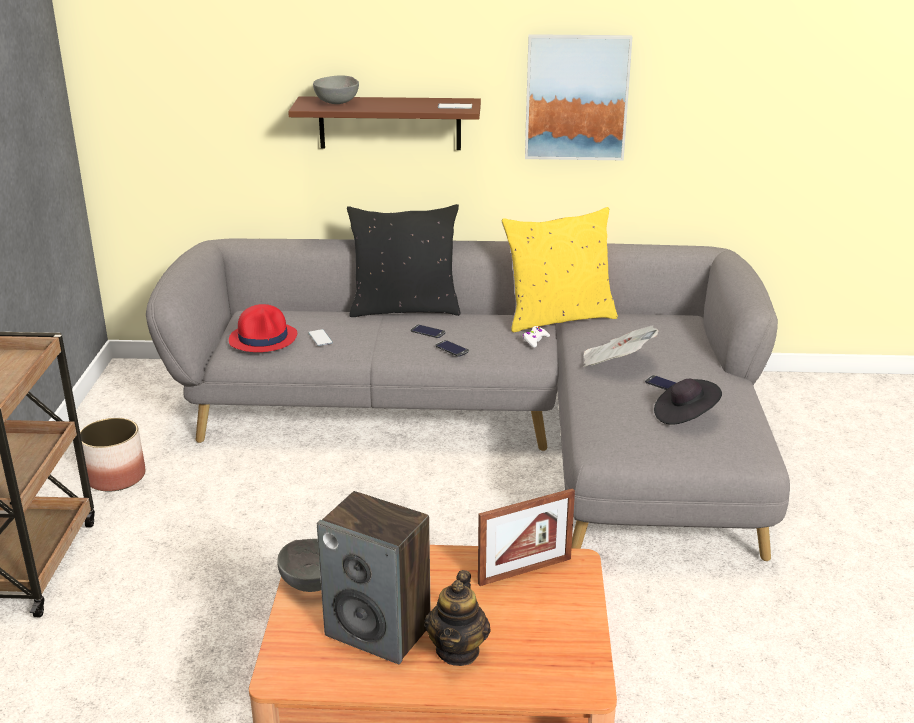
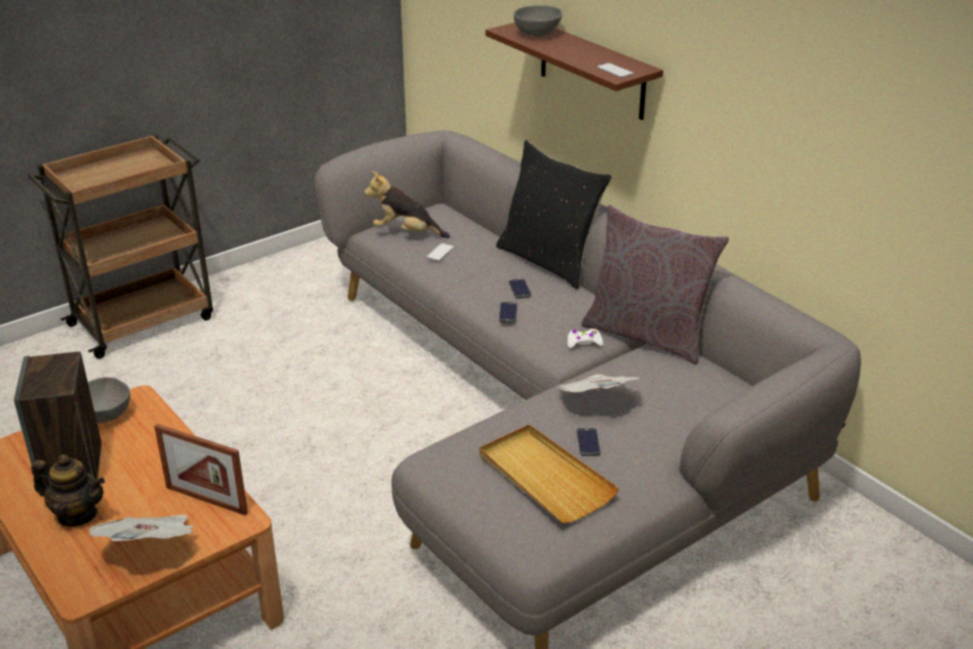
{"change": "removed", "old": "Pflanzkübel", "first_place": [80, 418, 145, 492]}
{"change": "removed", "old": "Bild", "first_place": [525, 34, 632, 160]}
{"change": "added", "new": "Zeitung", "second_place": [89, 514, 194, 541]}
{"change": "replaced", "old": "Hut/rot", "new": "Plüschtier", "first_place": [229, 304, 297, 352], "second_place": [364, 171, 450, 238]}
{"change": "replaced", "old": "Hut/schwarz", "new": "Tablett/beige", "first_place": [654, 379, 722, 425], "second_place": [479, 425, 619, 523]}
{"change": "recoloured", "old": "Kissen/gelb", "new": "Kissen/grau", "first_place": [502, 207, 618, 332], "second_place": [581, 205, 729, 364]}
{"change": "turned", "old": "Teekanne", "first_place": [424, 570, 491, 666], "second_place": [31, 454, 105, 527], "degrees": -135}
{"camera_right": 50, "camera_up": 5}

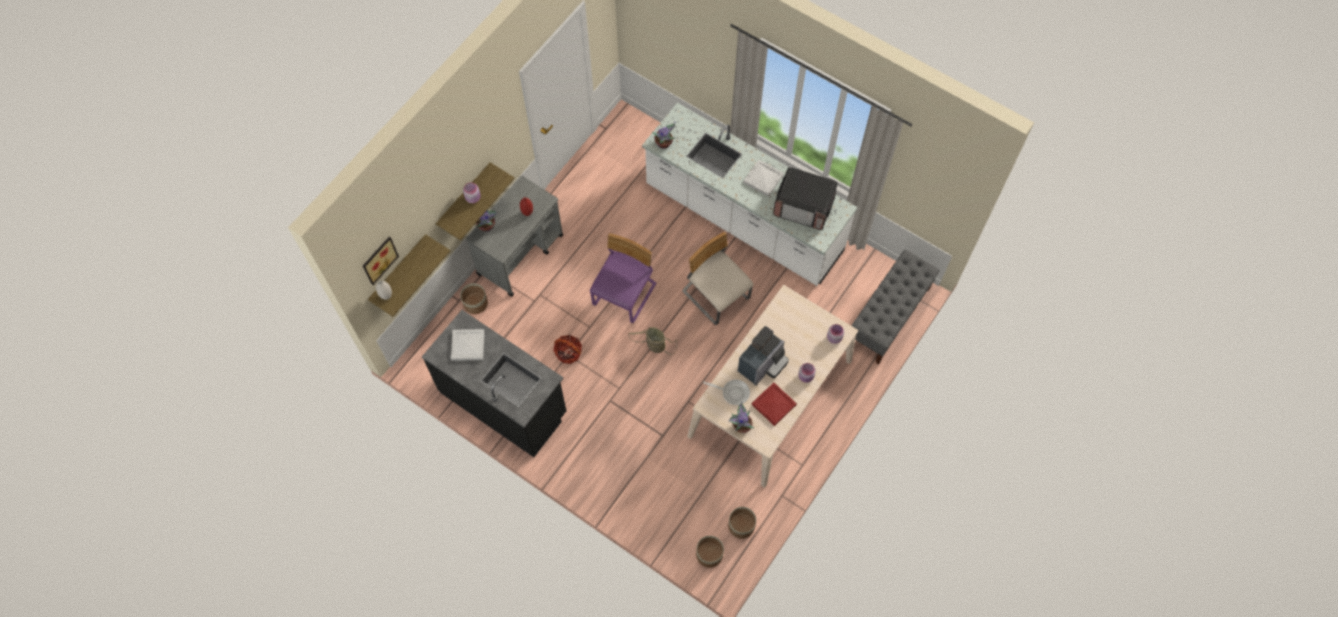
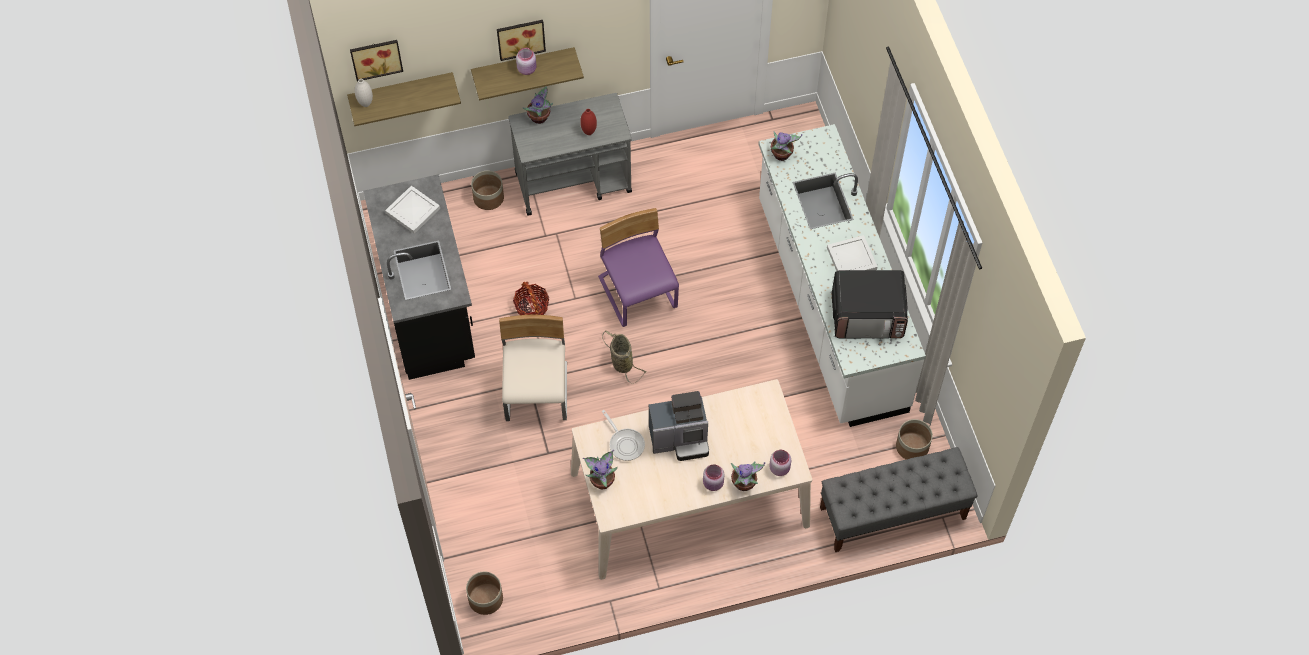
{"change": "removed", "old": "Tablett/rot", "first_place": [751, 383, 797, 426]}
{"change": "added", "new": "Bild", "second_place": [497, 20, 546, 61]}
{"change": "added", "new": "Topfpflanze", "second_place": [731, 461, 765, 491]}
{"change": "moved", "old": "Stuhl/beige", "first_place": [682, 232, 753, 325], "second_place": [499, 315, 567, 421]}
{"change": "moved", "old": "Pflanzkübel", "first_place": [728, 507, 756, 539], "second_place": [896, 419, 933, 460]}
{"change": "turned", "old": "Stuhl/lila", "first_place": [590, 233, 656, 323], "second_place": [598, 208, 679, 327], "degrees": -90}
{"change": "turned", "old": "Mikrowelle", "first_place": [773, 167, 838, 230], "second_place": [832, 270, 908, 338], "degrees": -60}
{"camera_right": 40, "camera_up": -5}

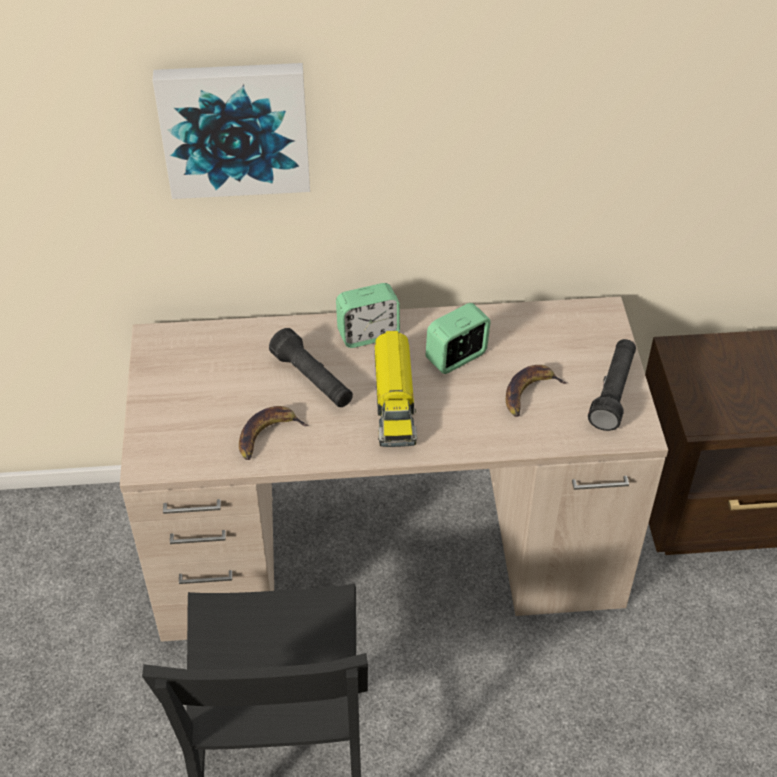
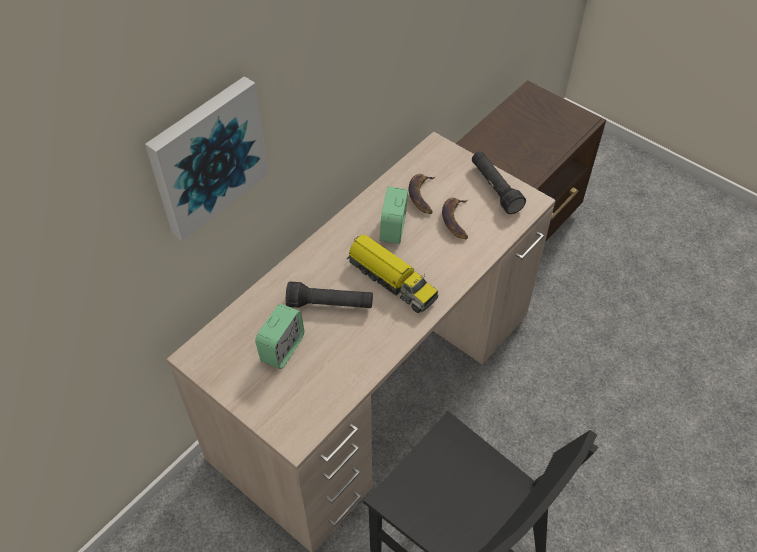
{"change": "moved", "old": "Banane", "first_place": [239, 406, 309, 460], "second_place": [409, 174, 435, 214]}
{"change": "moved", "old": "Wecker", "first_place": [336, 283, 400, 348], "second_place": [255, 304, 304, 369]}
{"camera_right": -45, "camera_up": 5}

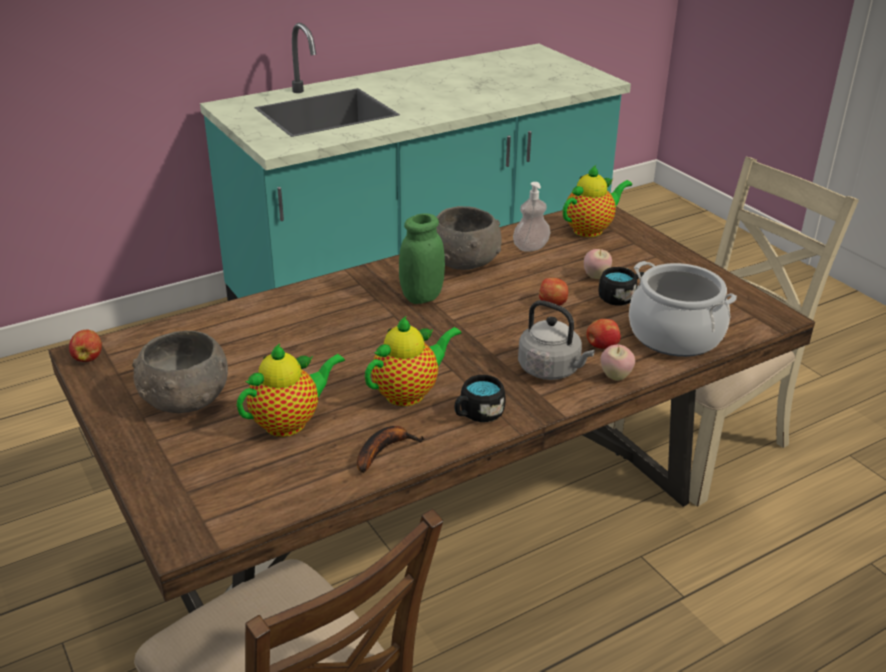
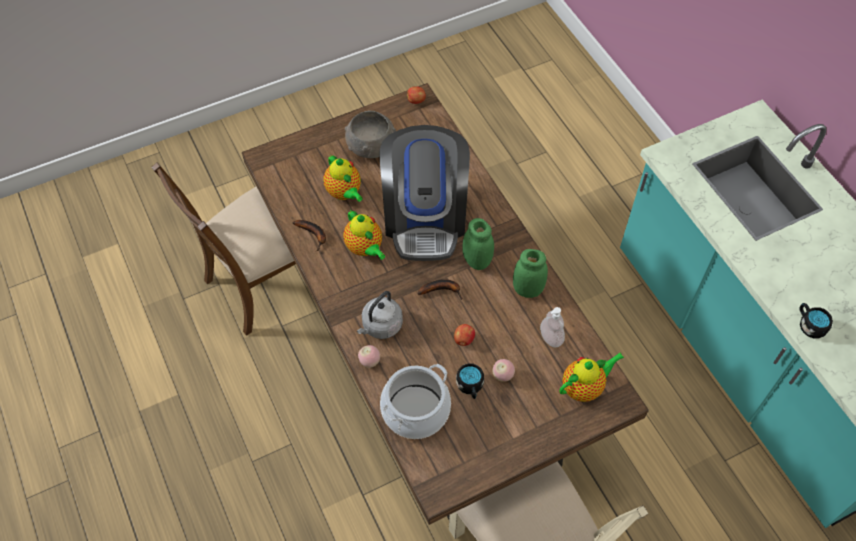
{"change": "removed", "old": "Apfel", "first_place": [586, 319, 621, 349]}
{"change": "added", "new": "Kaffeemaschine", "second_place": [379, 125, 470, 261]}
{"change": "added", "new": "Banane", "second_place": [418, 279, 462, 300]}
{"change": "moved", "old": "Henkelbecher/schwarz", "first_place": [455, 375, 505, 422], "second_place": [800, 303, 833, 338]}
{"change": "replaced", "old": "Schüssel/grau", "new": "Vorratsglas/grün", "first_place": [436, 206, 502, 270], "second_place": [513, 249, 548, 298]}
{"change": "turned", "old": "Teekanne", "first_place": [563, 165, 632, 237], "second_place": [559, 352, 624, 402], "degrees": -90}
{"camera_right": 95, "camera_up": 25}

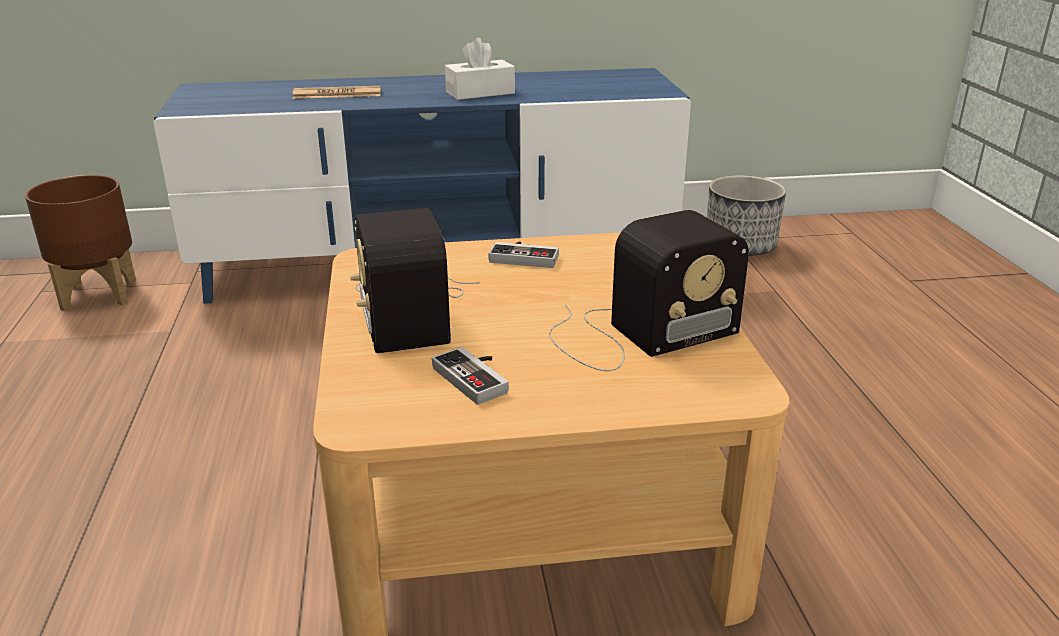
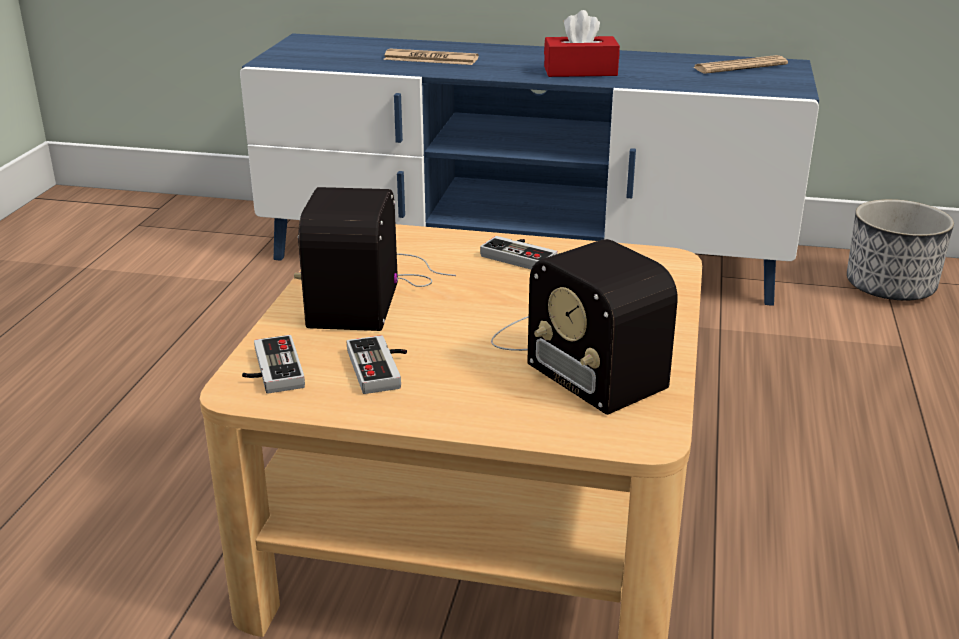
{"change": "removed", "old": "Pflanzkübel/braun", "first_place": [25, 175, 136, 311]}
{"change": "added", "new": "Gamepad", "second_place": [242, 335, 305, 394]}
{"change": "added", "new": "Zeitung", "second_place": [693, 55, 788, 74]}
{"change": "recoloured", "old": "Taschentuchbox/weiß", "new": "Taschentuchbox/rot", "first_place": [445, 38, 515, 100], "second_place": [544, 10, 620, 77]}
{"change": "turned", "old": "Radio", "first_place": [549, 210, 749, 371], "second_place": [491, 239, 678, 415], "degrees": 60}
{"camera_right": 20, "camera_up": 0}

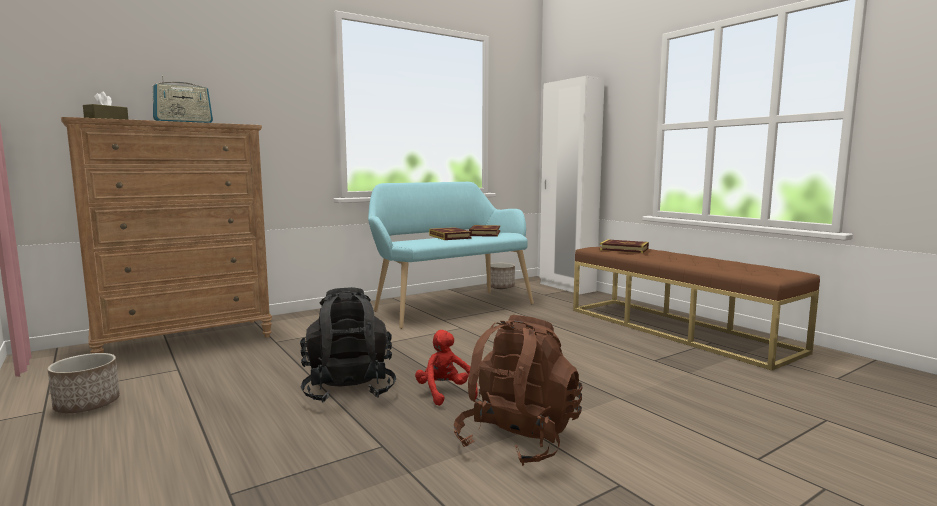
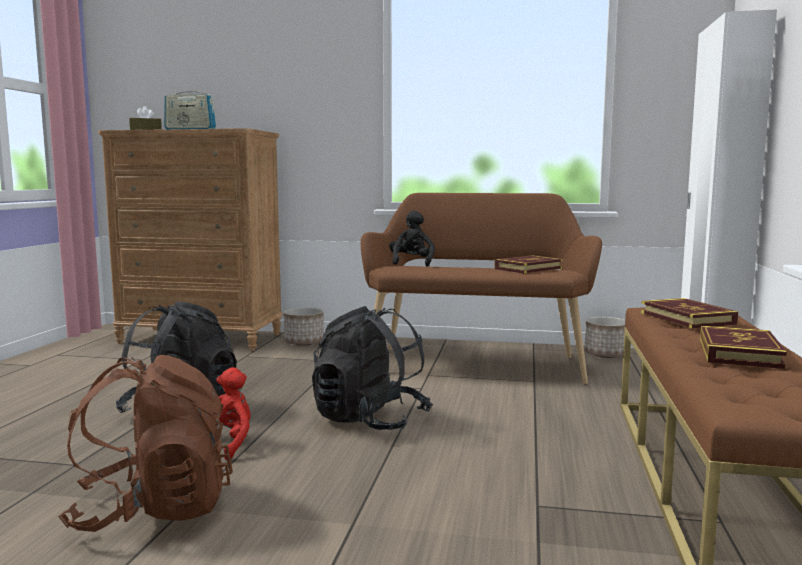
{"change": "added", "new": "Rucksack/schwarz", "second_place": [312, 306, 433, 430]}
{"change": "added", "new": "Plüschtier/schwarz", "second_place": [389, 210, 435, 267]}
{"change": "moved", "old": "Pflanzkübel", "first_place": [48, 353, 120, 413], "second_place": [284, 307, 324, 346]}
{"change": "moved", "old": "Buch", "first_place": [429, 227, 472, 240], "second_place": [700, 326, 787, 369]}
{"change": "recoloured", "old": "Bank/türkis", "new": "Bank/braun", "first_place": [368, 182, 534, 329], "second_place": [361, 193, 602, 385]}
{"camera_right": 45, "camera_up": 0}

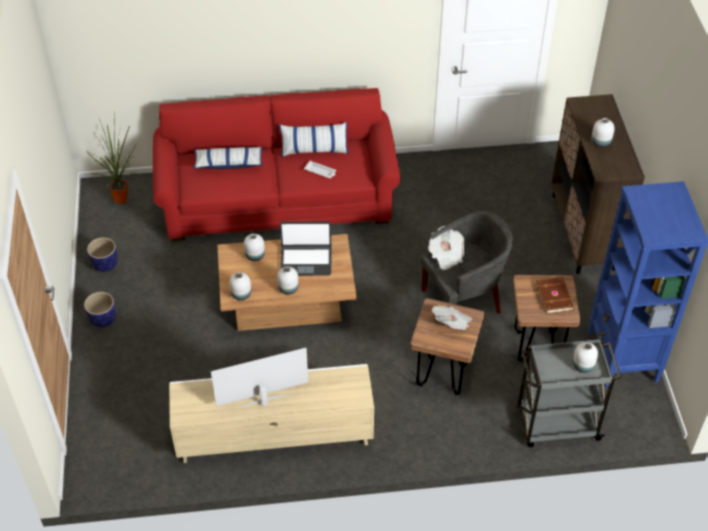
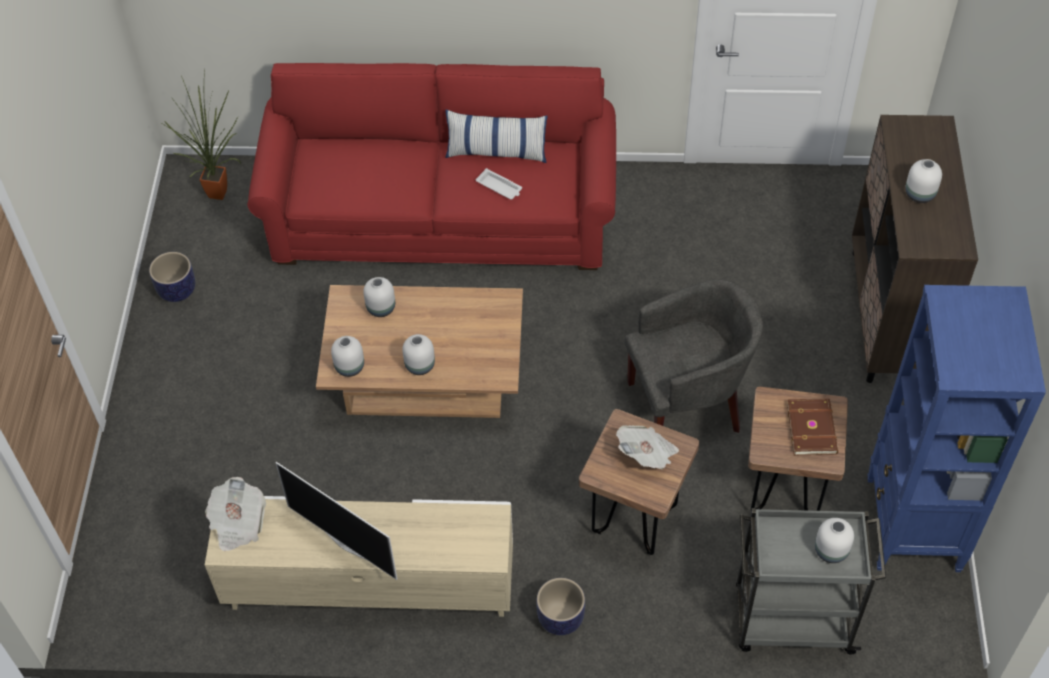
{"change": "removed", "old": "Kissen", "first_place": [193, 147, 263, 169]}
{"change": "removed", "old": "Laptop", "first_place": [280, 222, 331, 276]}
{"change": "moved", "old": "Pflanzkübel", "first_place": [84, 292, 116, 328], "second_place": [536, 578, 585, 635]}
{"change": "moved", "old": "Zeitung", "first_place": [428, 226, 464, 270], "second_place": [205, 477, 266, 551]}
{"change": "turned", "old": "Fernseher", "first_place": [211, 348, 308, 407], "second_place": [275, 462, 397, 580], "degrees": -135}
{"camera_right": 10, "camera_up": 5}

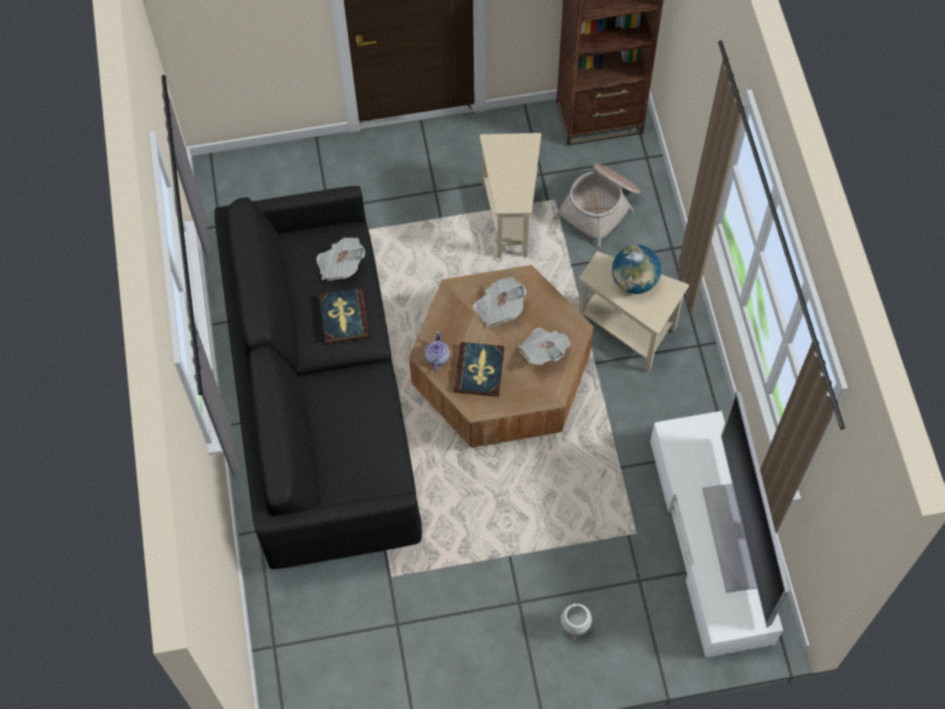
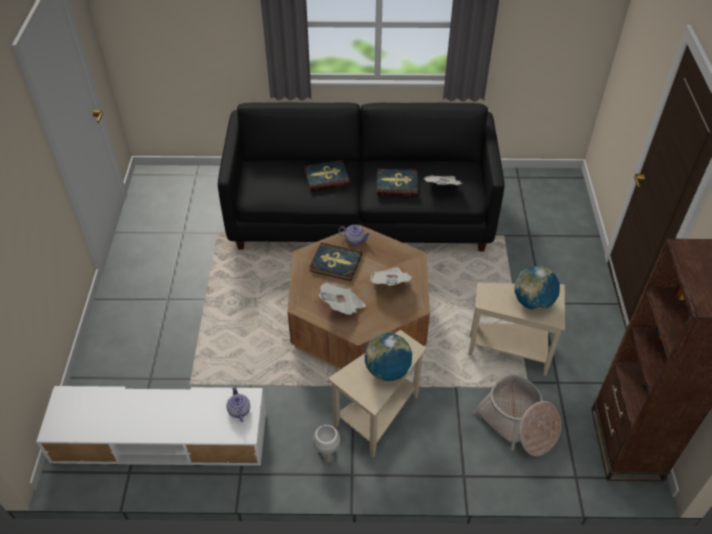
{"change": "removed", "old": "Fernseher", "first_place": [702, 390, 790, 627]}
{"change": "added", "new": "Teekanne", "second_place": [226, 386, 250, 422]}
{"change": "added", "new": "Buch", "second_place": [304, 160, 350, 192]}
{"change": "added", "new": "Globus", "second_place": [514, 266, 560, 310]}
{"change": "moved", "old": "Pflanzkübel/weiß", "first_place": [561, 603, 592, 640], "second_place": [313, 425, 340, 462]}
{"camera_right": 100, "camera_up": -15}

